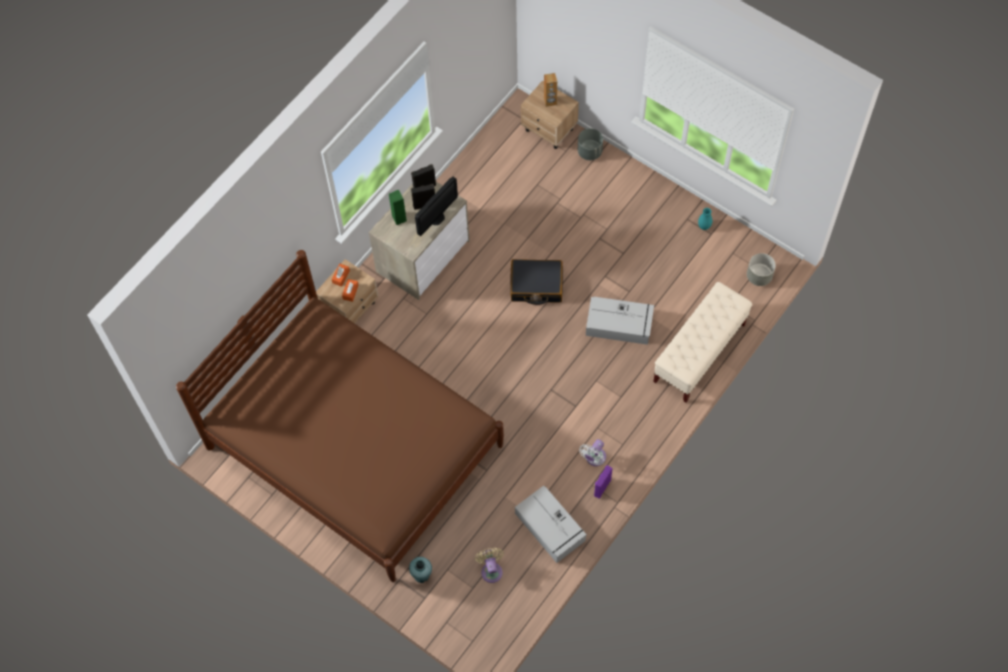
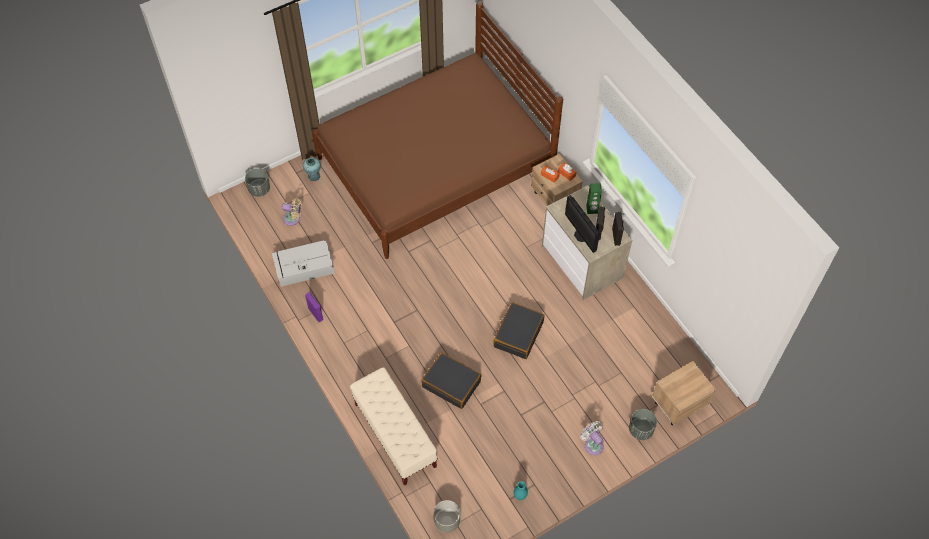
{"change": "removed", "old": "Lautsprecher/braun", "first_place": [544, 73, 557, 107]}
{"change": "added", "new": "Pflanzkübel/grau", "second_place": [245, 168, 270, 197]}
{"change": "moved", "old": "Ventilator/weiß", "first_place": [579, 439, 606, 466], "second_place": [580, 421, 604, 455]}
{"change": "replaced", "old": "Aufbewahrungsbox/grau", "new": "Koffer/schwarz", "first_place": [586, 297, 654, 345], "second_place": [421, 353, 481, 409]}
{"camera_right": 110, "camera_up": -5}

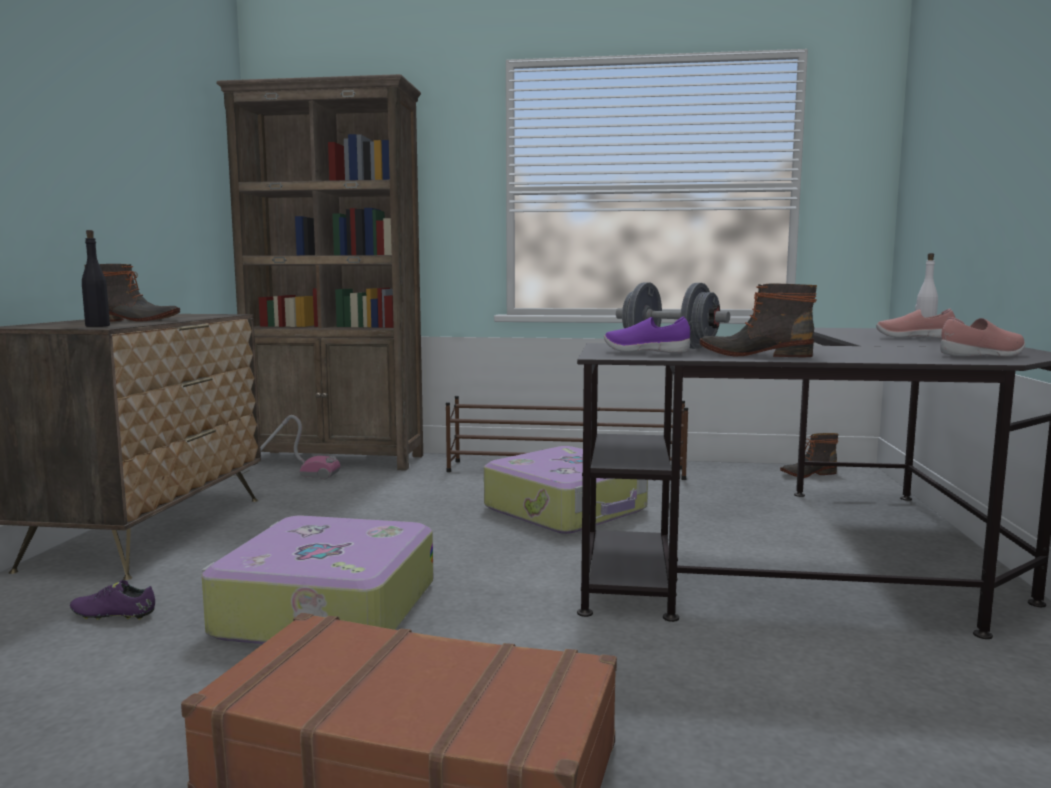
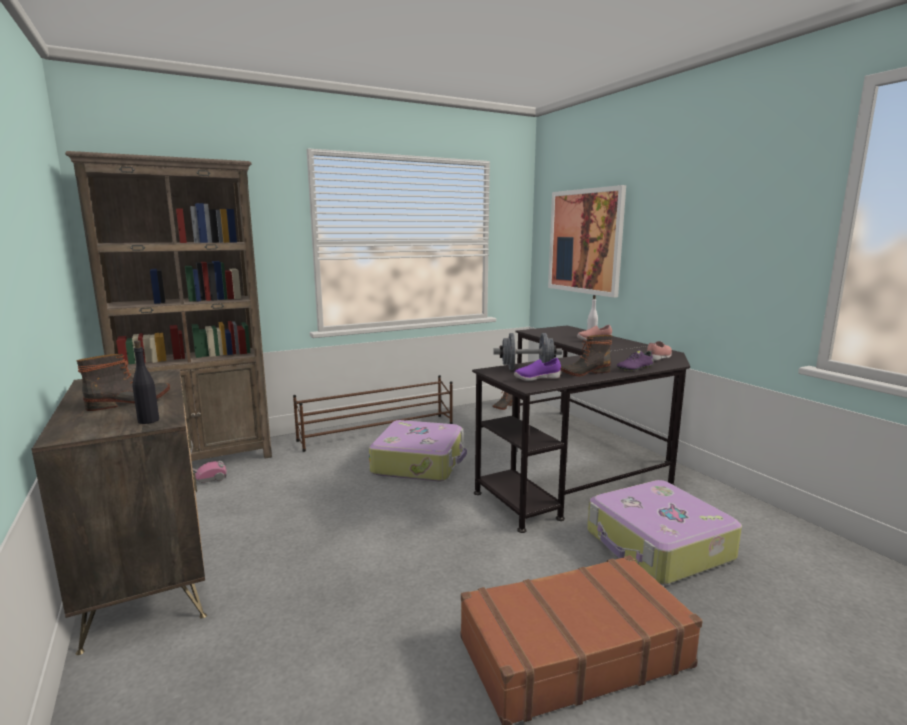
{"change": "added", "new": "Bild", "second_place": [548, 185, 626, 298]}
{"change": "moved", "old": "Schuh/lila", "first_place": [70, 580, 155, 620], "second_place": [617, 350, 653, 371]}
{"change": "moved", "old": "Koffer", "first_place": [202, 516, 433, 644], "second_place": [587, 480, 742, 585]}
{"camera_right": -35, "camera_up": 5}

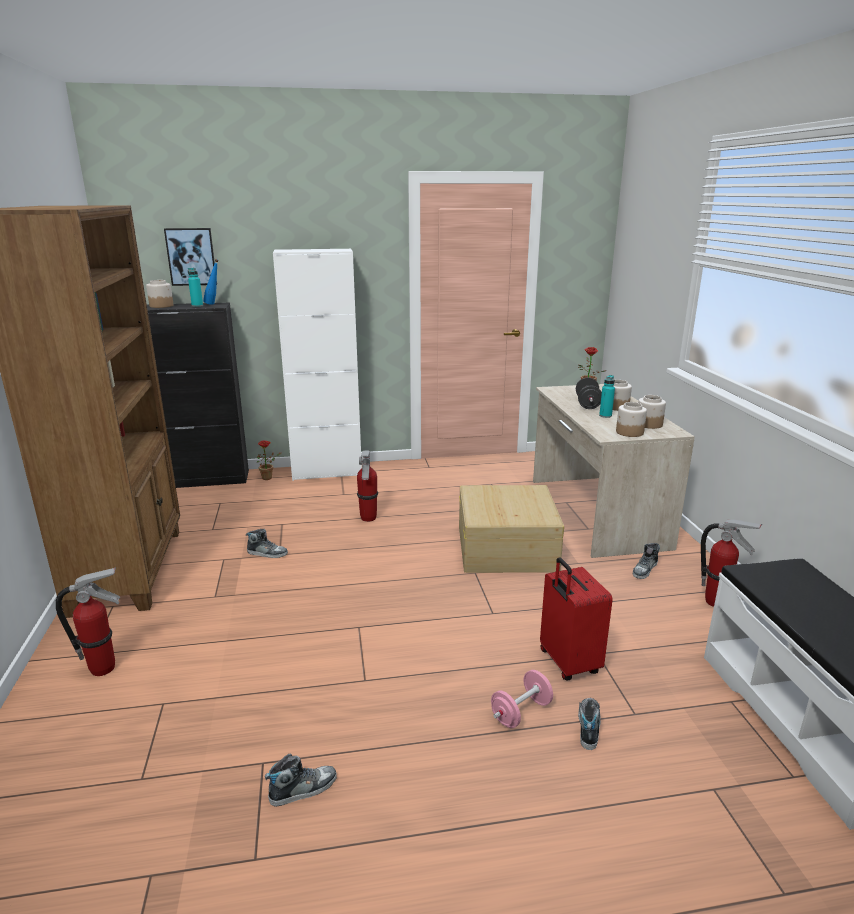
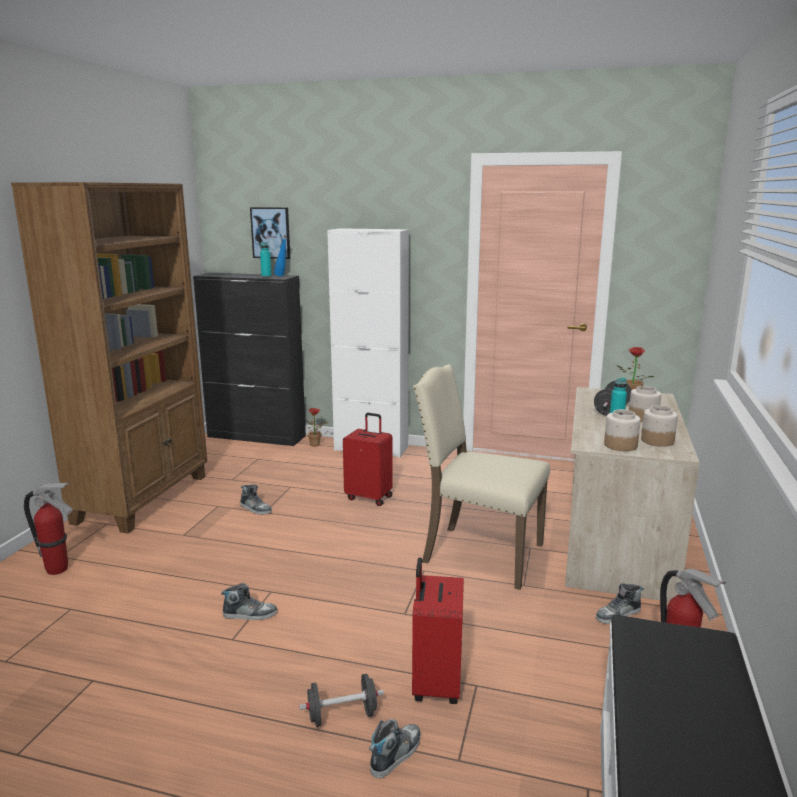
{"change": "removed", "old": "Vorratsglas", "first_place": [146, 280, 174, 308]}
{"change": "moved", "old": "Schuh", "first_place": [265, 753, 337, 807], "second_place": [221, 583, 277, 620]}
{"change": "replaced", "old": "Feuerlöscher", "new": "Koffer/rot", "first_place": [357, 450, 378, 522], "second_place": [343, 413, 393, 506]}
{"change": "replaced", "old": "Aufbewahrungsbox/beige", "new": "Stuhl/beige", "first_place": [459, 485, 564, 573], "second_place": [413, 365, 550, 590]}
{"change": "recoloured", "old": "Hantel/rosa", "new": "Hantel/schwarz", "first_place": [491, 670, 553, 728], "second_place": [299, 674, 384, 727]}
{"camera_right": 25, "camera_up": -5}

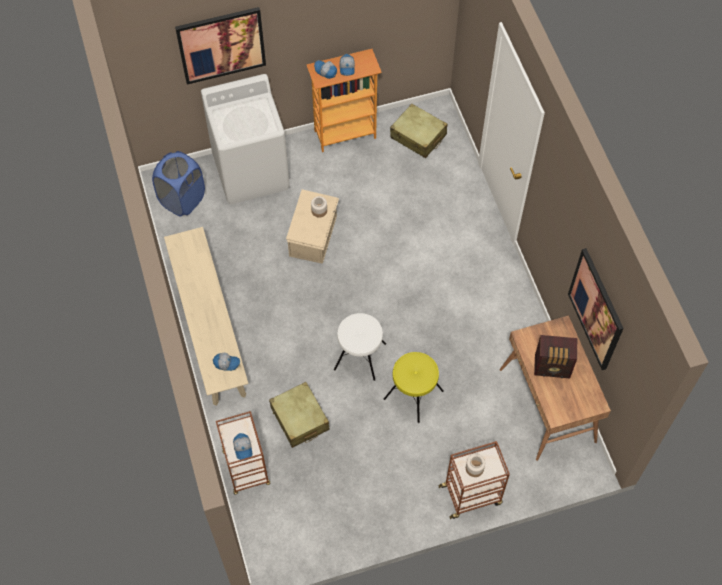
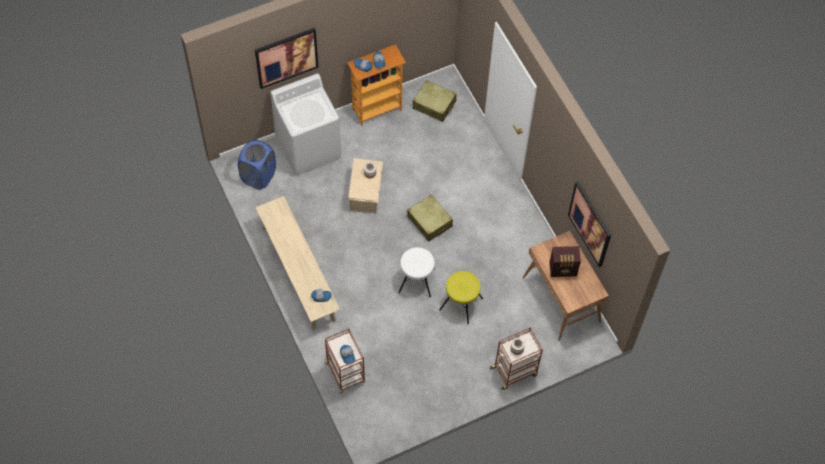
{"change": "moved", "old": "Koffer/beige", "first_place": [269, 382, 329, 448], "second_place": [407, 194, 453, 242]}
{"camera_right": -10, "camera_up": 0}

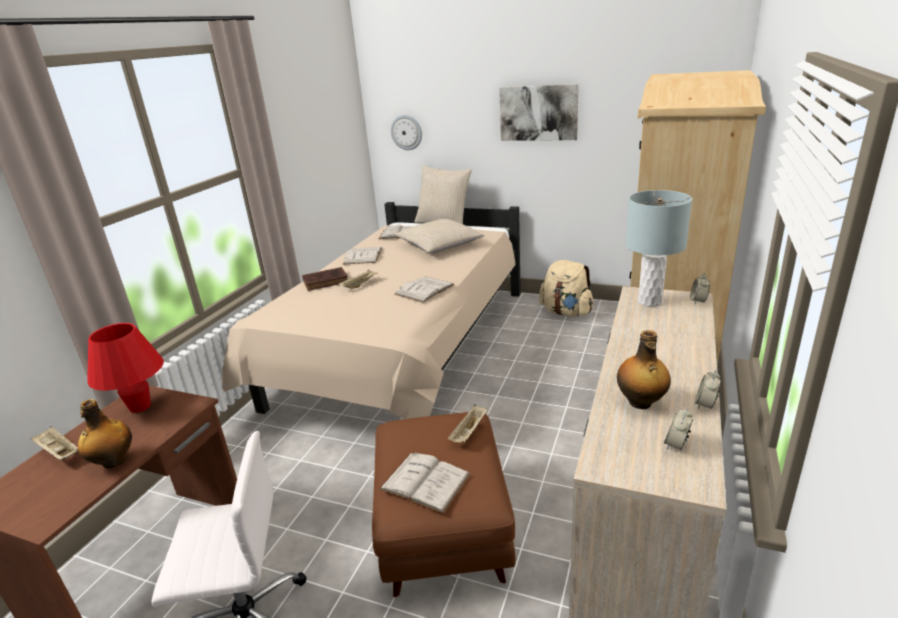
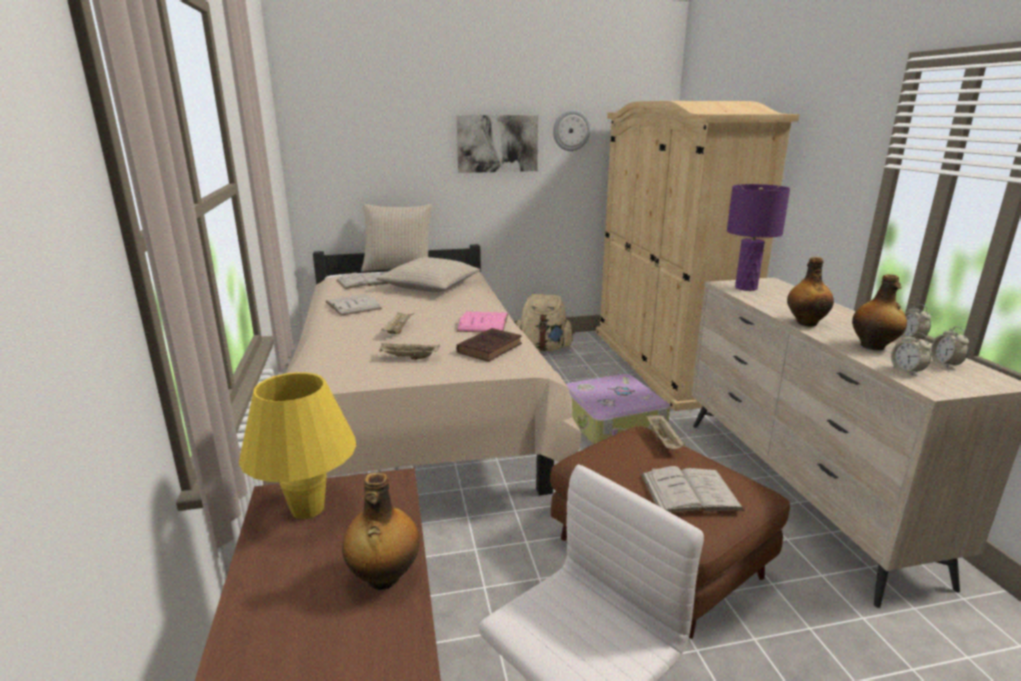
{"change": "added", "new": "Koffer", "second_place": [566, 374, 670, 444]}
{"change": "added", "new": "Flasche", "second_place": [787, 257, 834, 327]}
{"change": "moved", "old": "Tablett/beige", "first_place": [31, 426, 78, 460], "second_place": [379, 343, 440, 360]}
{"change": "moved", "old": "Buch/braun", "first_place": [302, 267, 348, 291], "second_place": [456, 328, 522, 362]}
{"change": "moved", "old": "Wanduhr", "first_place": [391, 115, 422, 150], "second_place": [553, 110, 591, 151]}
{"change": "moved", "old": "Wecker", "first_place": [690, 273, 710, 304], "second_place": [891, 332, 931, 376]}
{"change": "recoloured", "old": "Tischlampe/rot", "new": "Tischlampe/gelb", "first_place": [87, 323, 164, 413], "second_place": [239, 372, 357, 519]}
{"change": "recoloured", "old": "Buch/weiß", "new": "Buch/rosa", "first_place": [394, 276, 455, 303], "second_place": [457, 312, 508, 332]}
{"change": "recoloured", "old": "Tischlampe/grau", "new": "Tischlampe/lila", "first_place": [626, 190, 692, 307], "second_place": [727, 184, 790, 291]}
{"camera_right": -35, "camera_up": -5}

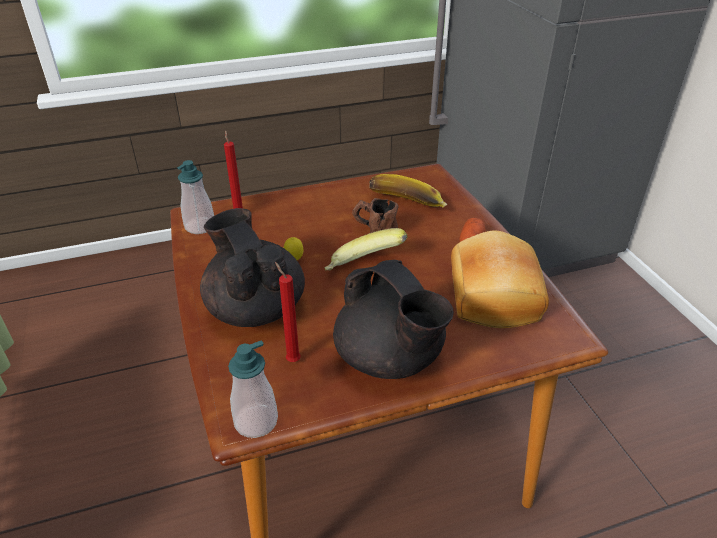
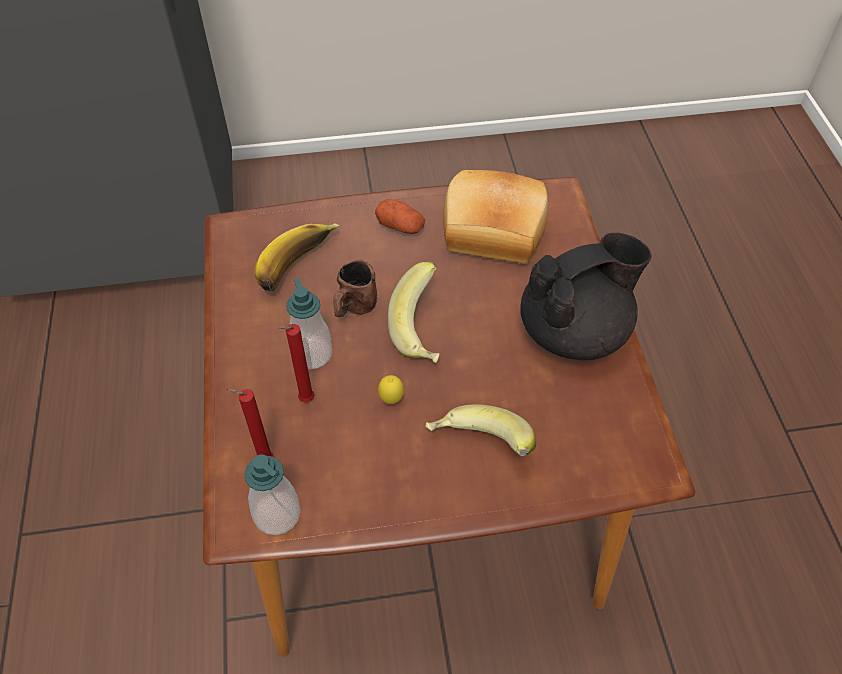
{"change": "moved", "old": "Seifenspender", "first_place": [228, 340, 278, 438], "second_place": [286, 278, 332, 369]}
{"change": "moved", "old": "Kerze/rot", "first_place": [275, 262, 301, 362], "second_place": [278, 324, 314, 402]}
{"change": "replaced", "old": "Teekanne/schwarz", "new": "Banane", "first_place": [200, 208, 305, 327], "second_place": [425, 404, 536, 456]}
{"camera_right": -80, "camera_up": 15}

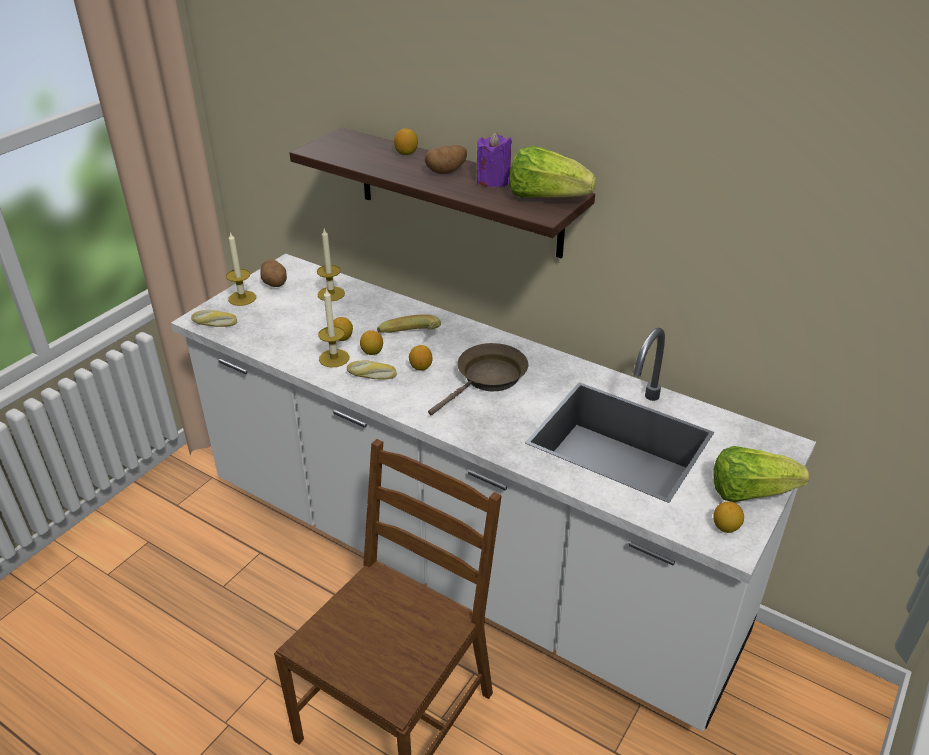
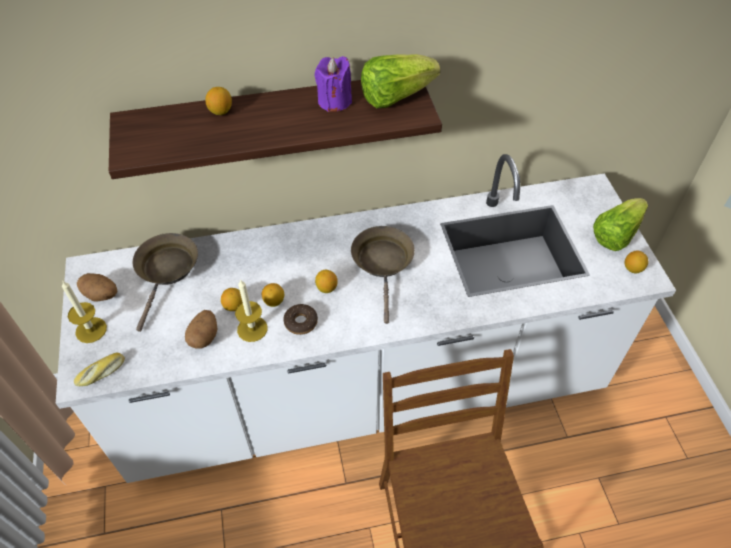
{"change": "removed", "old": "Banane", "first_place": [377, 314, 441, 333]}
{"change": "moved", "old": "Kartoffel", "first_place": [425, 145, 467, 174], "second_place": [185, 310, 218, 349]}
{"change": "replaced", "old": "Kerze", "new": "Pfanne/braun", "first_place": [317, 229, 345, 302], "second_place": [133, 233, 198, 332]}
{"change": "replaced", "old": "Brot", "new": "Donut", "first_place": [347, 361, 397, 380], "second_place": [283, 304, 318, 335]}
{"camera_right": -45, "camera_up": 15}

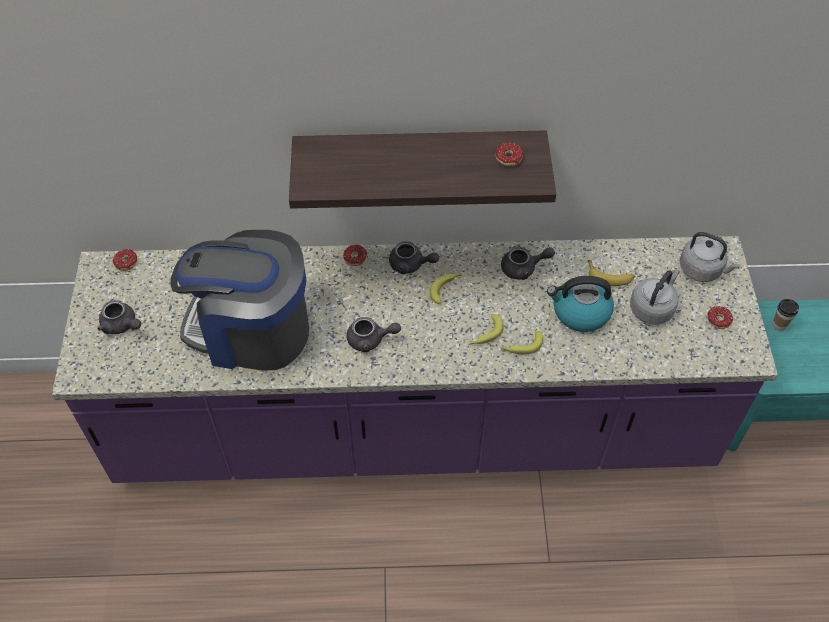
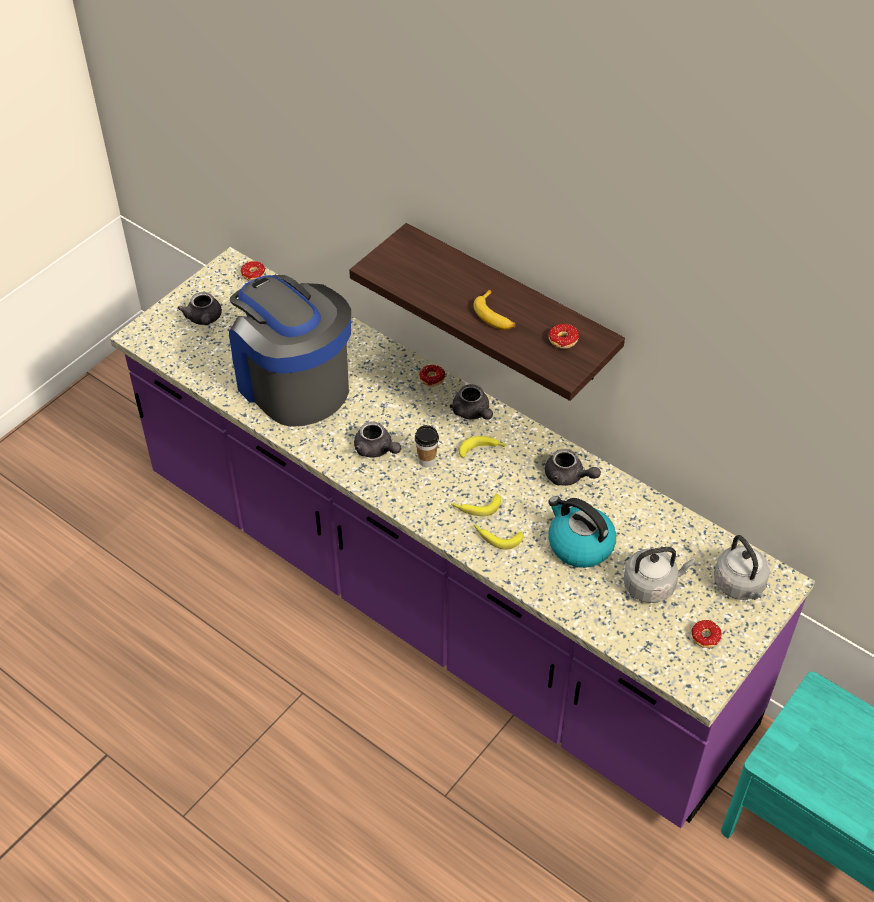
{"change": "moved", "old": "Banane", "first_place": [588, 260, 635, 286], "second_place": [473, 289, 516, 330]}
{"change": "moved", "old": "Tasse", "first_place": [772, 299, 799, 331], "second_place": [415, 425, 439, 467]}
{"camera_right": 40, "camera_up": -5}

